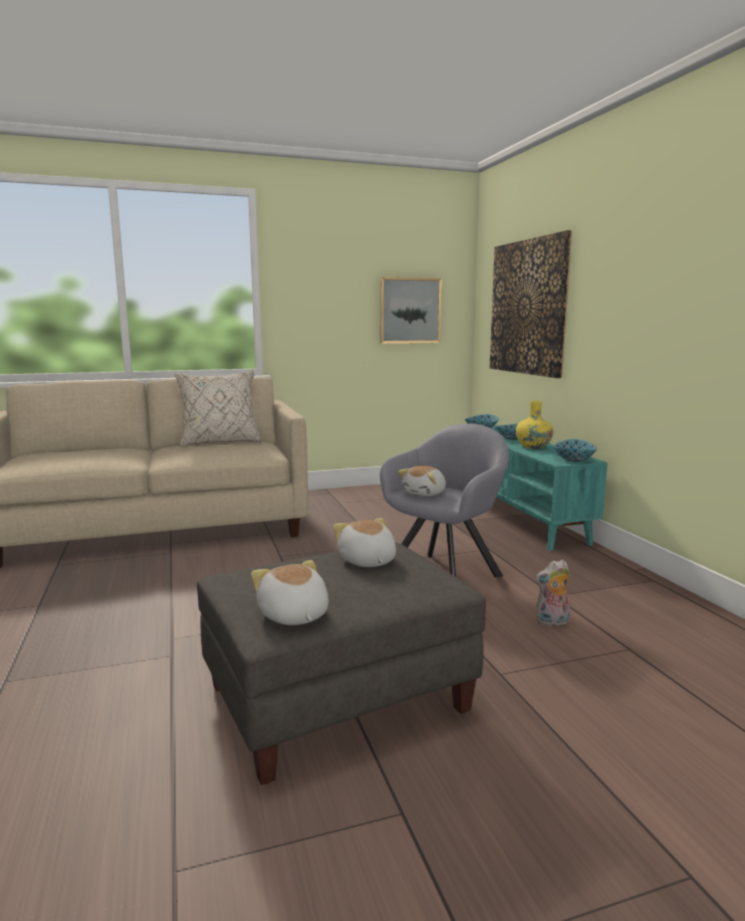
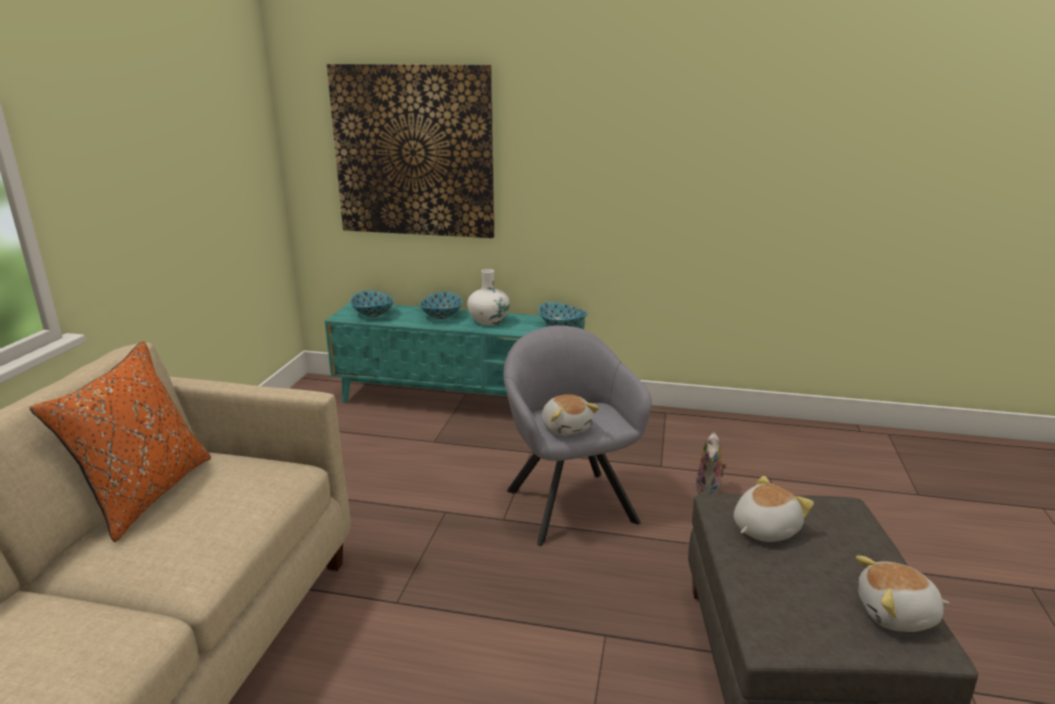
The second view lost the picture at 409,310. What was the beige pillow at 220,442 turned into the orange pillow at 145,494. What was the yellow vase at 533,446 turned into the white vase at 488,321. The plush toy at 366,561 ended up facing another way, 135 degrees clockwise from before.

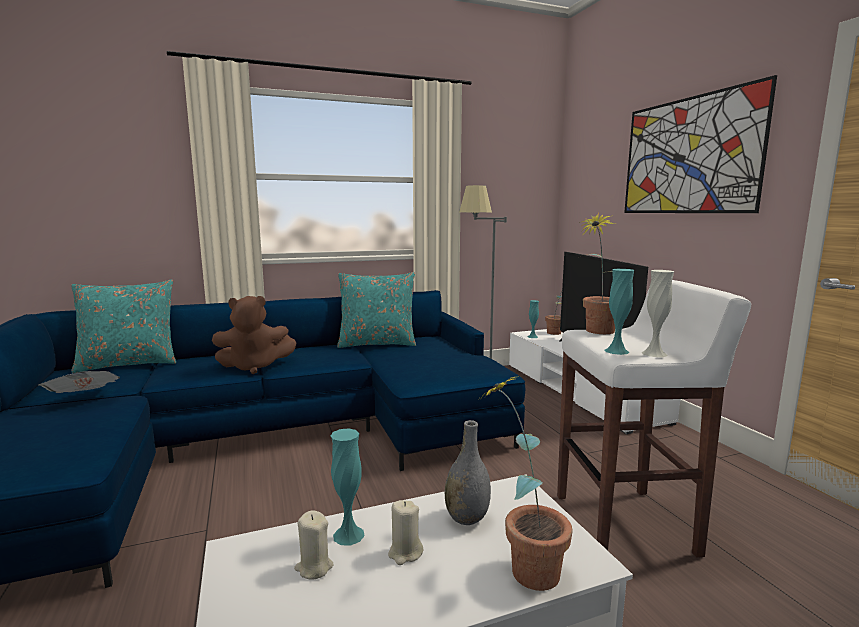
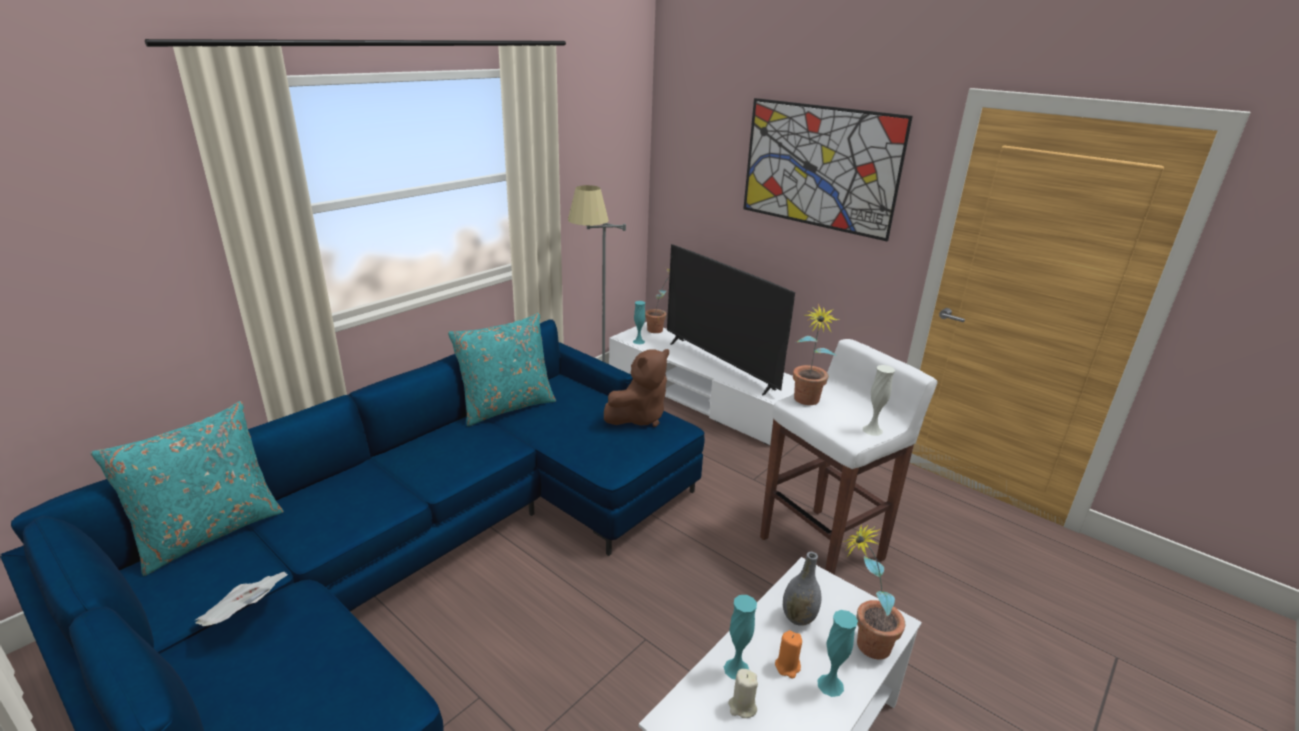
The brown plush toy ended up elsewhere, having gone from 254,367 to 639,417. The turquoise vase ended up elsewhere, having gone from 616,351 to 830,685. What was the beige candle at 405,553 turned into the orange candle at 787,666.

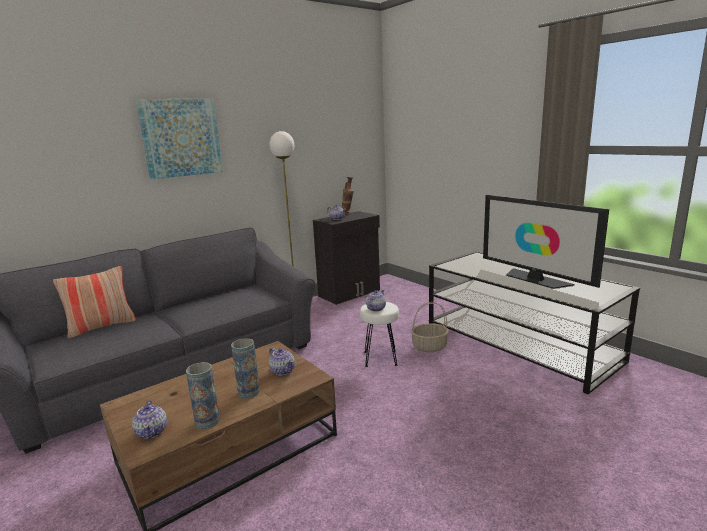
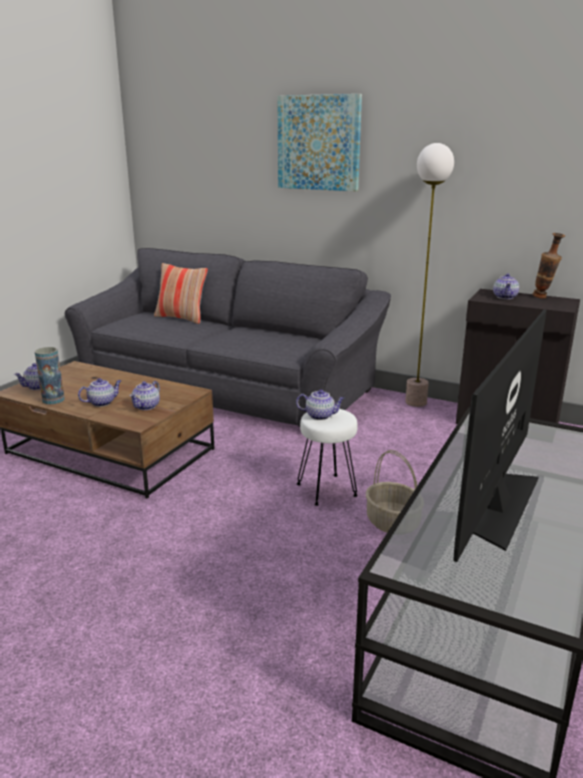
Where the vase stood at 248,392, the teapot came to stand at 102,402.

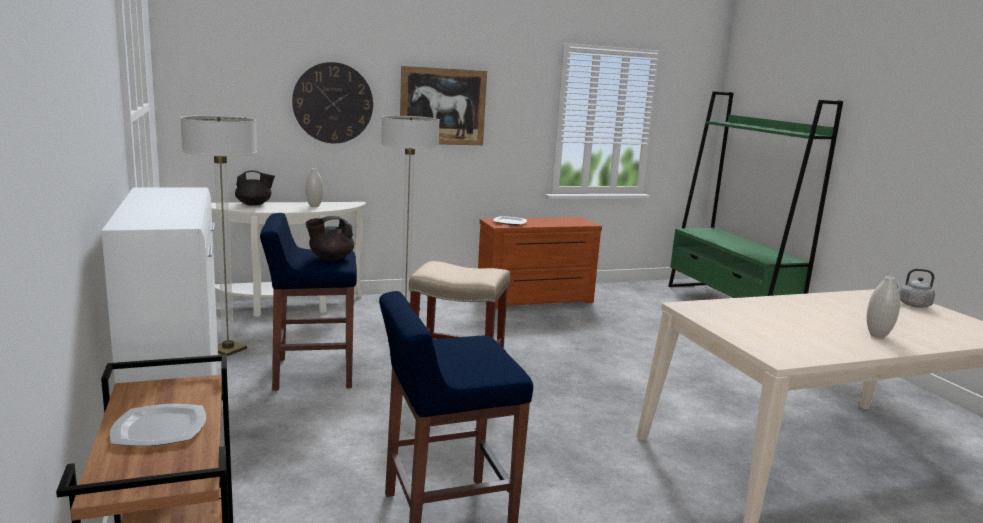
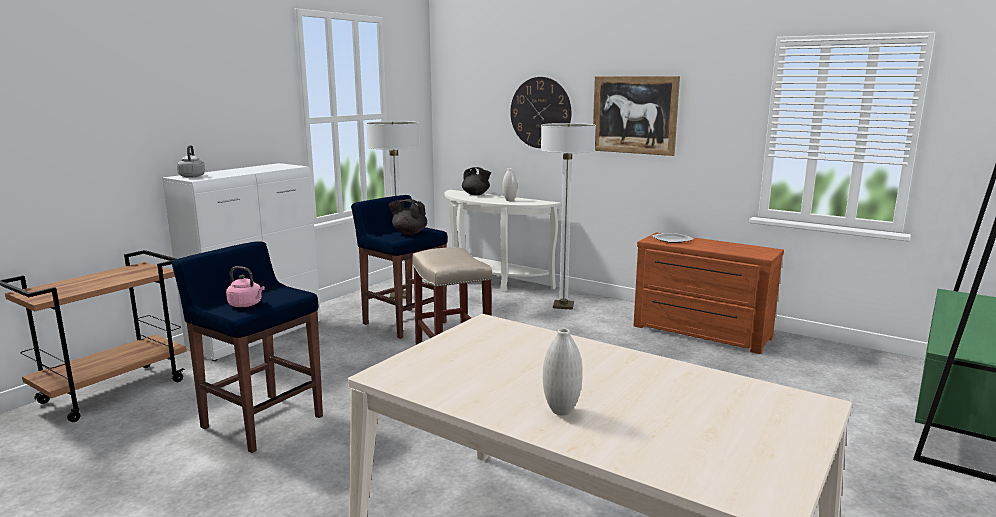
The second view lost the plate at 159,428. The second view gained the pink kettle at 247,305. The grey kettle ended up elsewhere, having gone from 912,305 to 192,176.

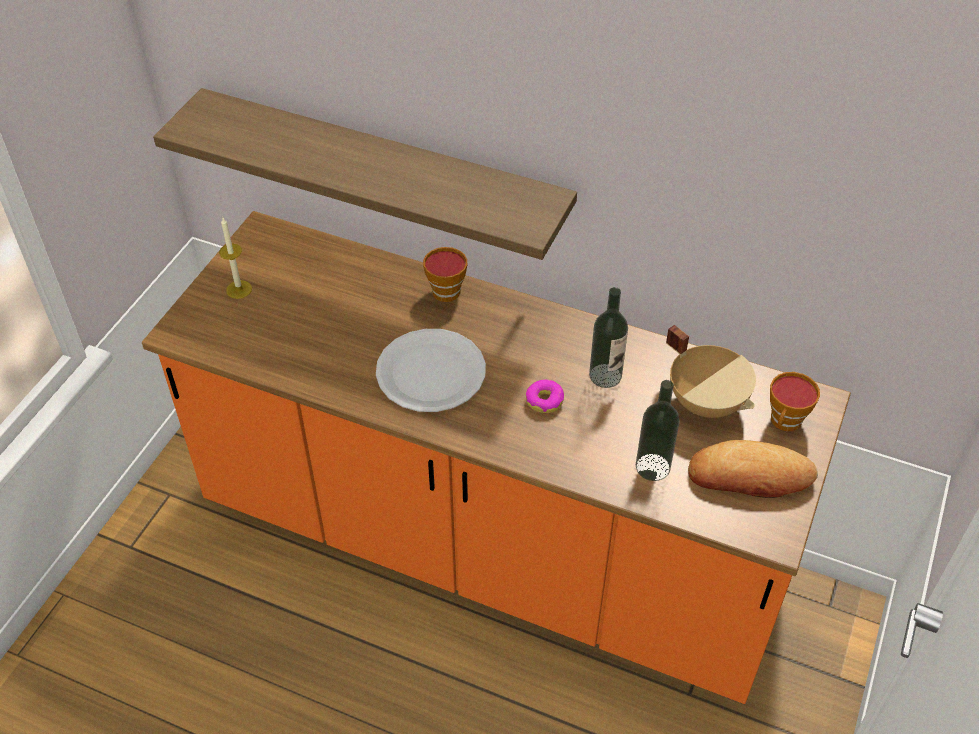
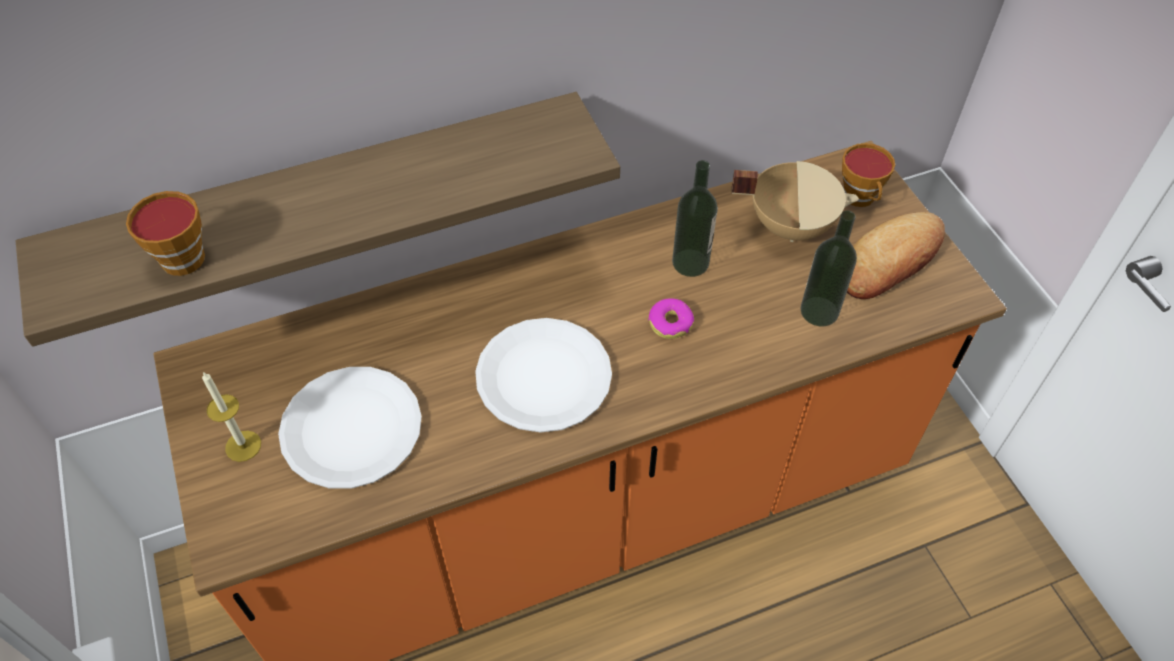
The second view gained the white plate at 351,428. The cup ended up elsewhere, having gone from 446,289 to 179,256.

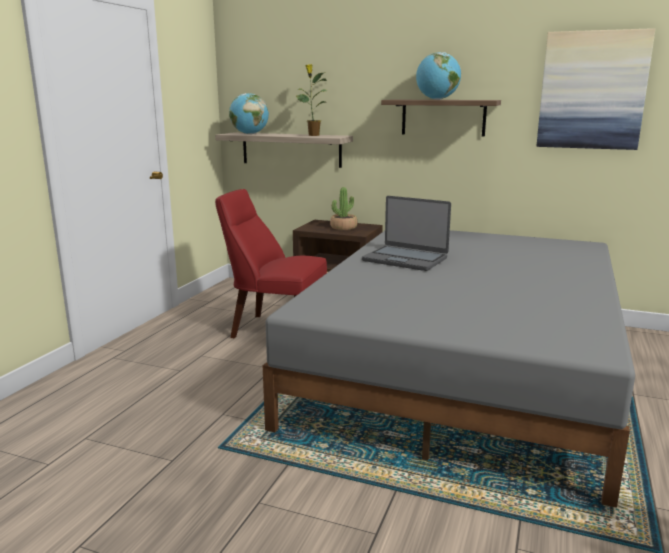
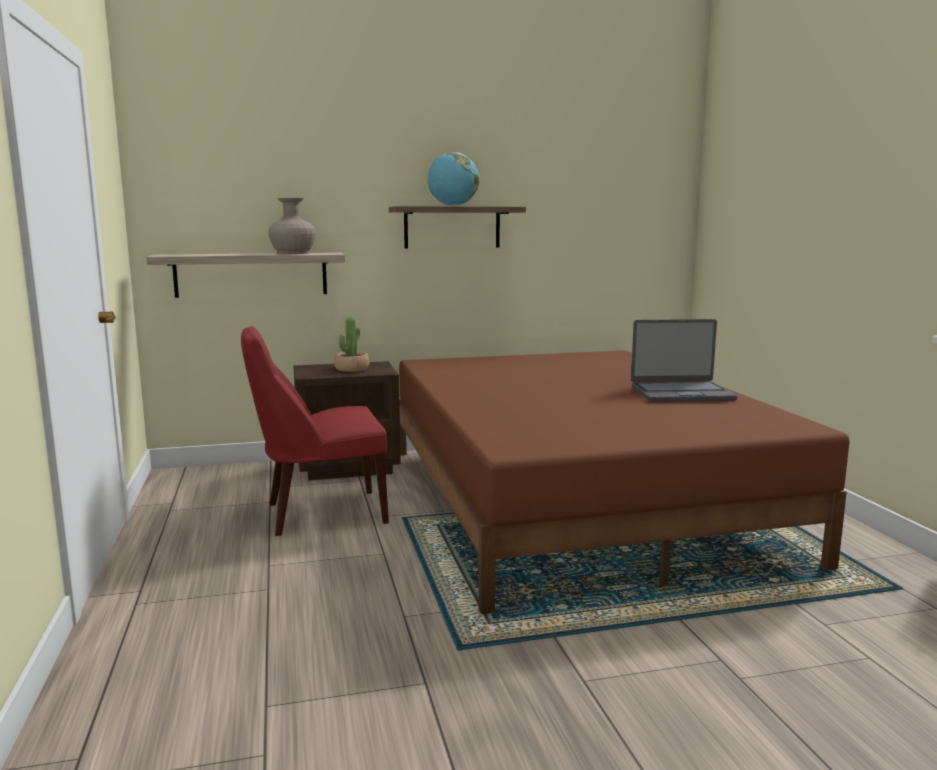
The second view lost the globe at 249,134. The second view lost the picture at 592,90. The laptop ended up elsewhere, having gone from 405,259 to 681,393. Where the potted plant stood at 313,135, the beige vase came to stand at 293,253. What was the grey bed at 463,368 turned into the brown bed at 574,500.

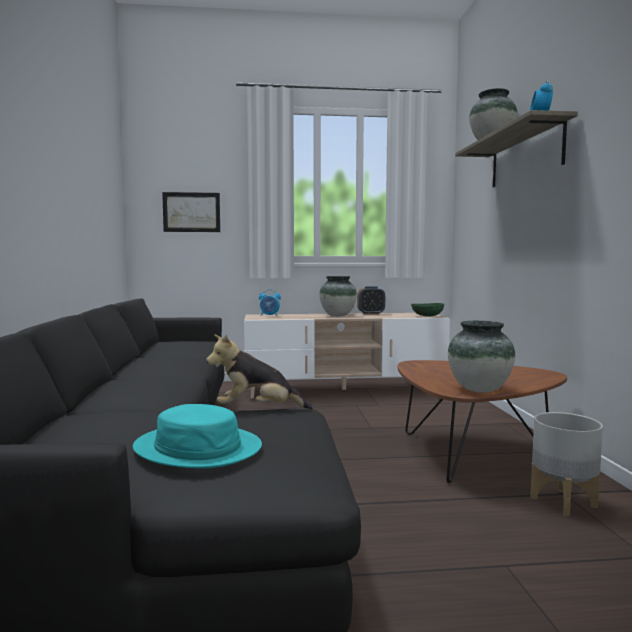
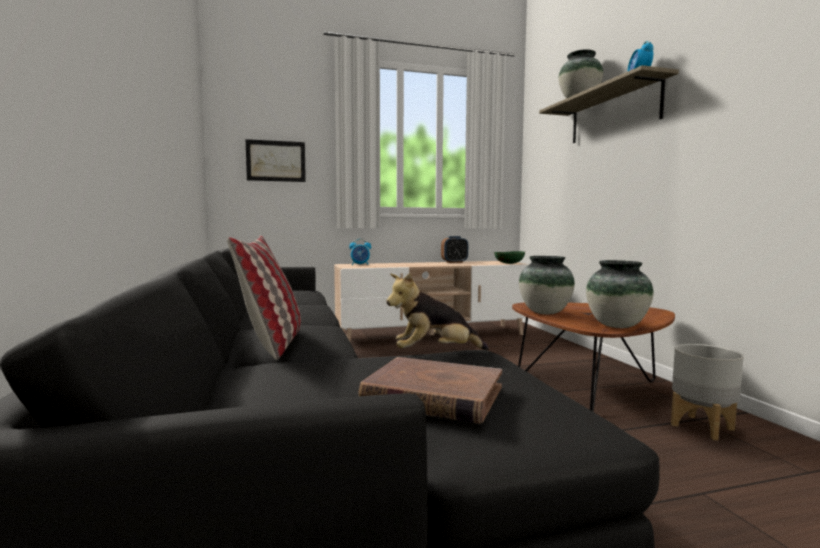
The second view gained the pillow at 273,344. The vase ended up elsewhere, having gone from 338,315 to 545,312. Where the turquoise hat stood at 198,448, the brown book came to stand at 433,395.

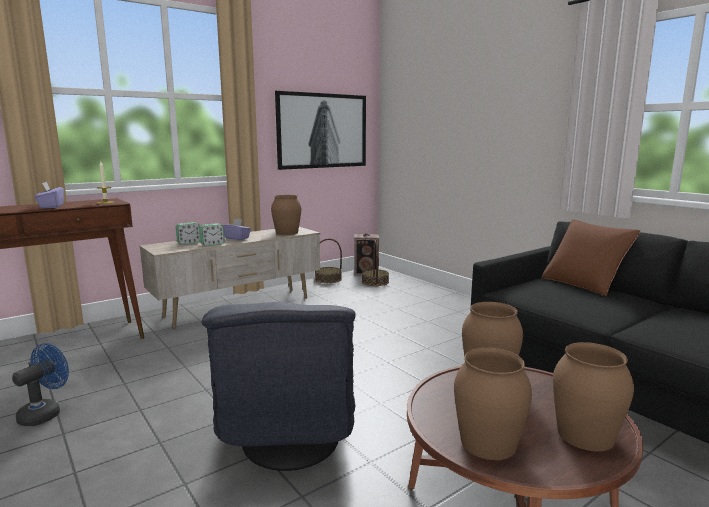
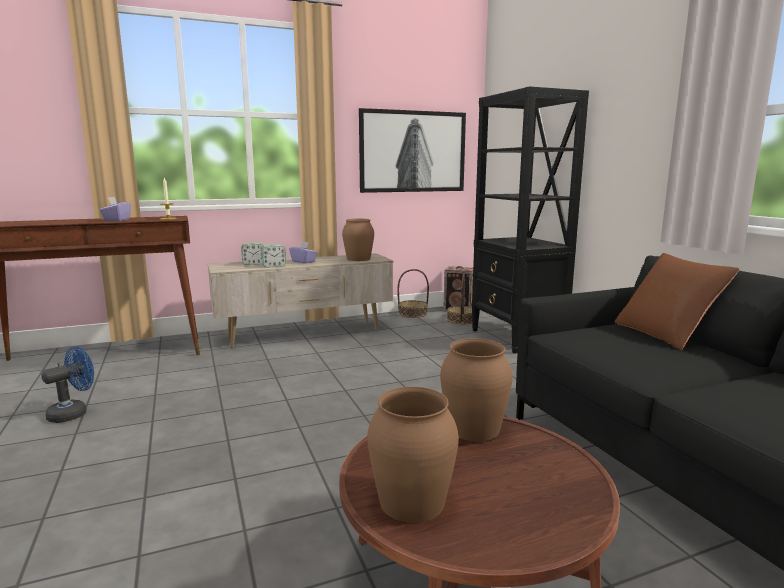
The second view lost the grey armchair at 288,441. The second view lost the brown vase at 585,435. The second view gained the black bookcase at 517,338.

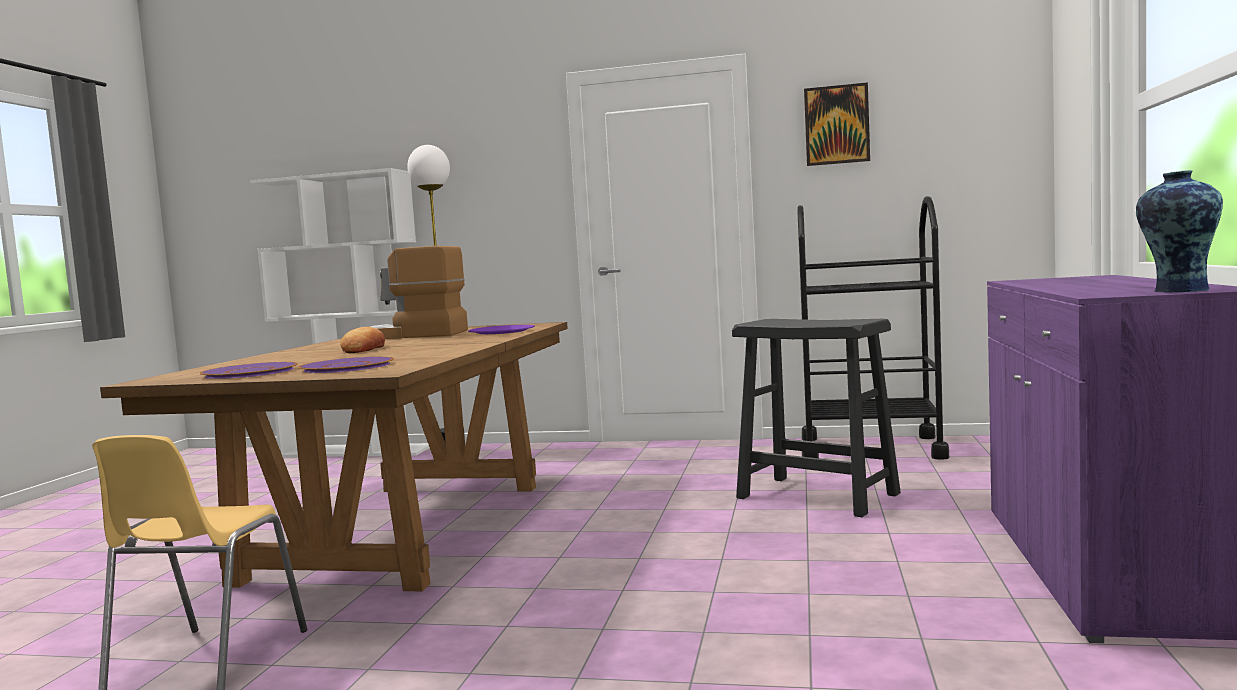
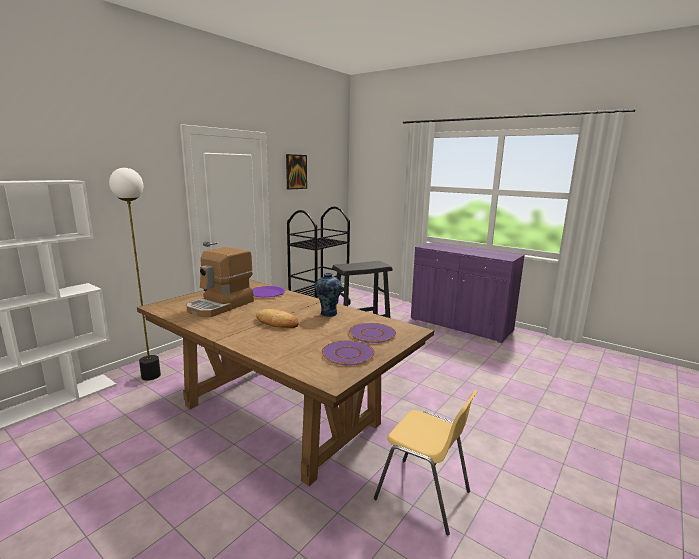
The vase ended up elsewhere, having gone from 1178,290 to 328,314.

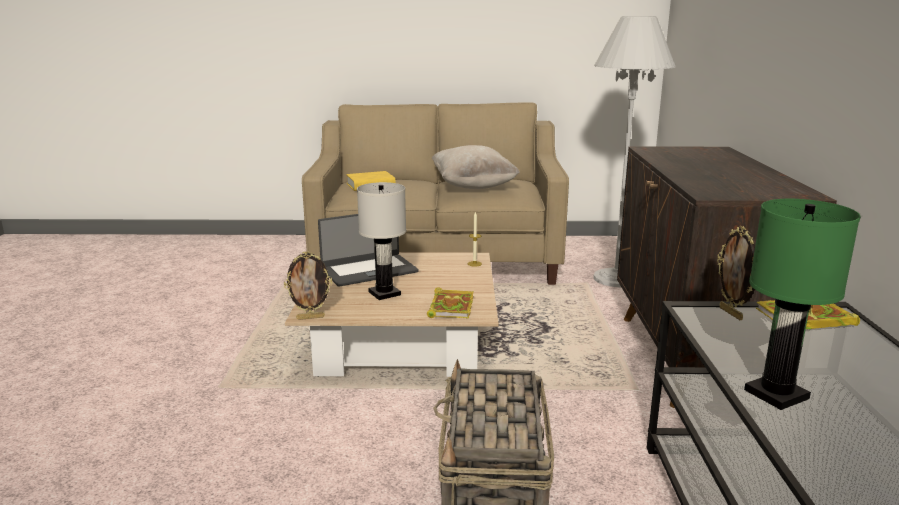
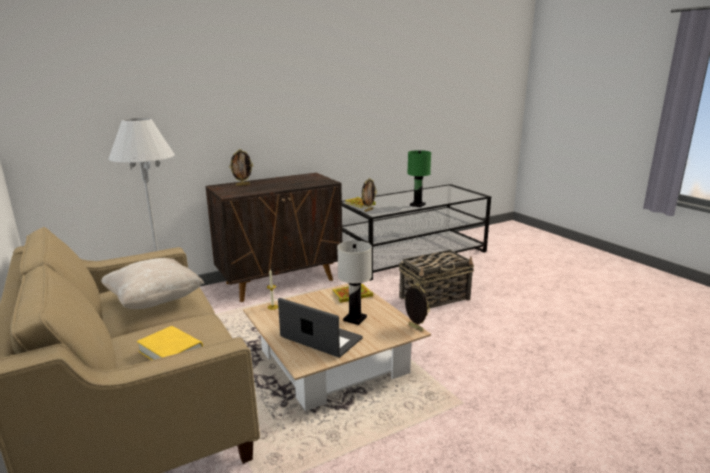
The second view gained the picture frame at 242,185.

